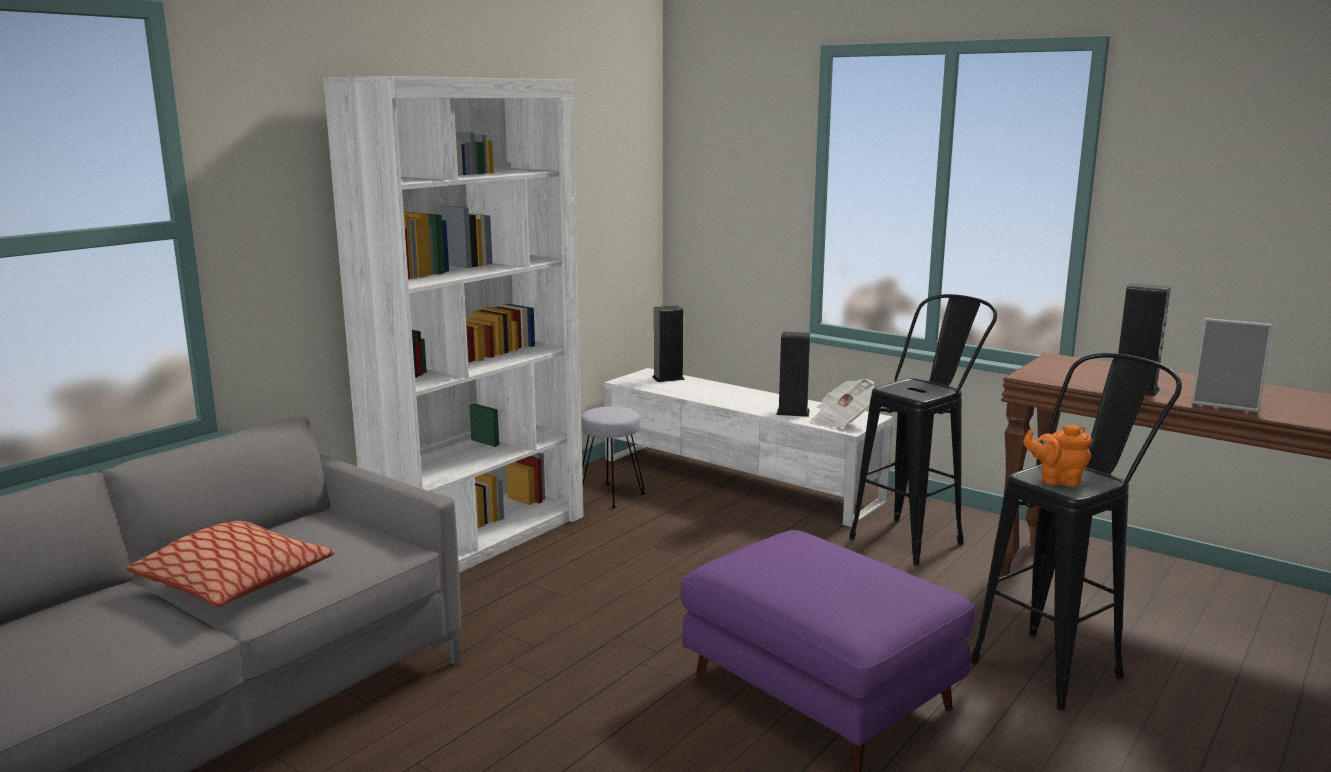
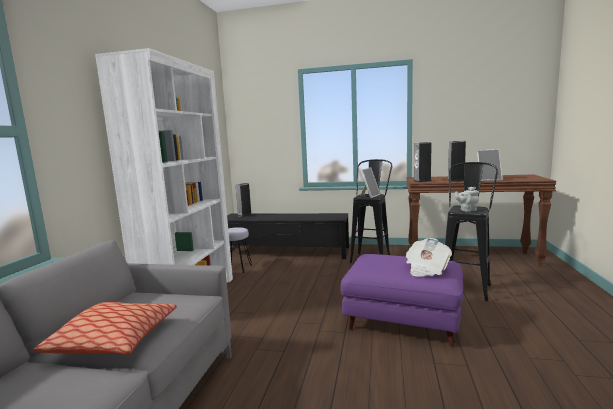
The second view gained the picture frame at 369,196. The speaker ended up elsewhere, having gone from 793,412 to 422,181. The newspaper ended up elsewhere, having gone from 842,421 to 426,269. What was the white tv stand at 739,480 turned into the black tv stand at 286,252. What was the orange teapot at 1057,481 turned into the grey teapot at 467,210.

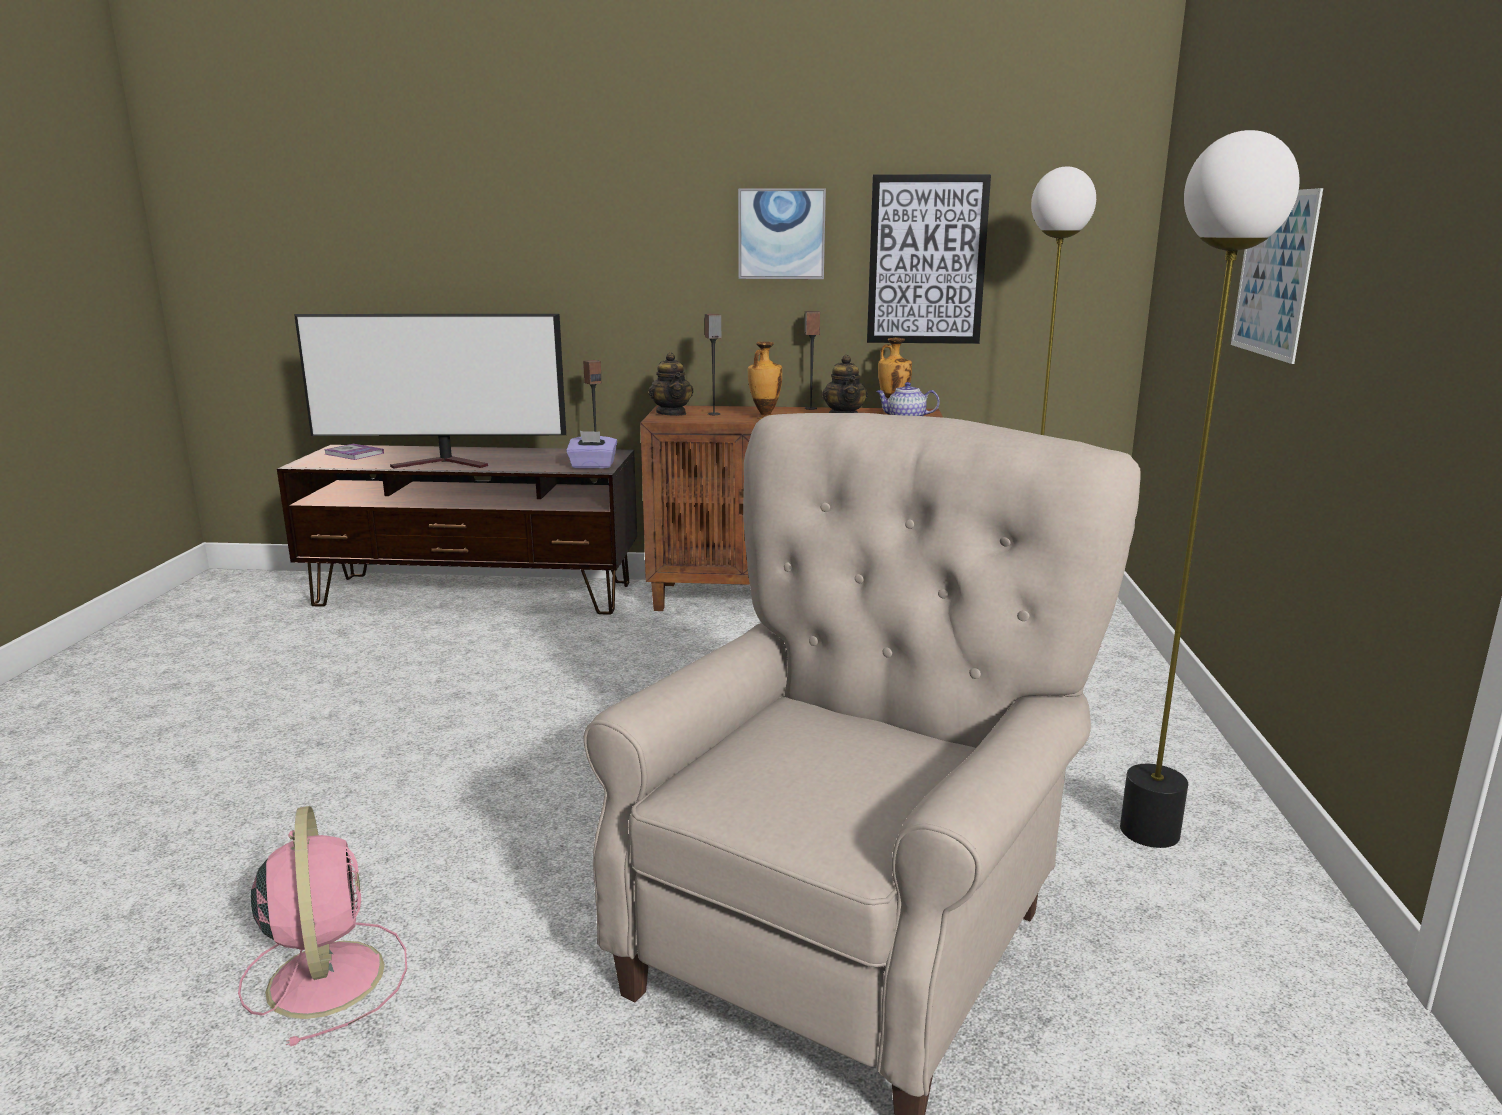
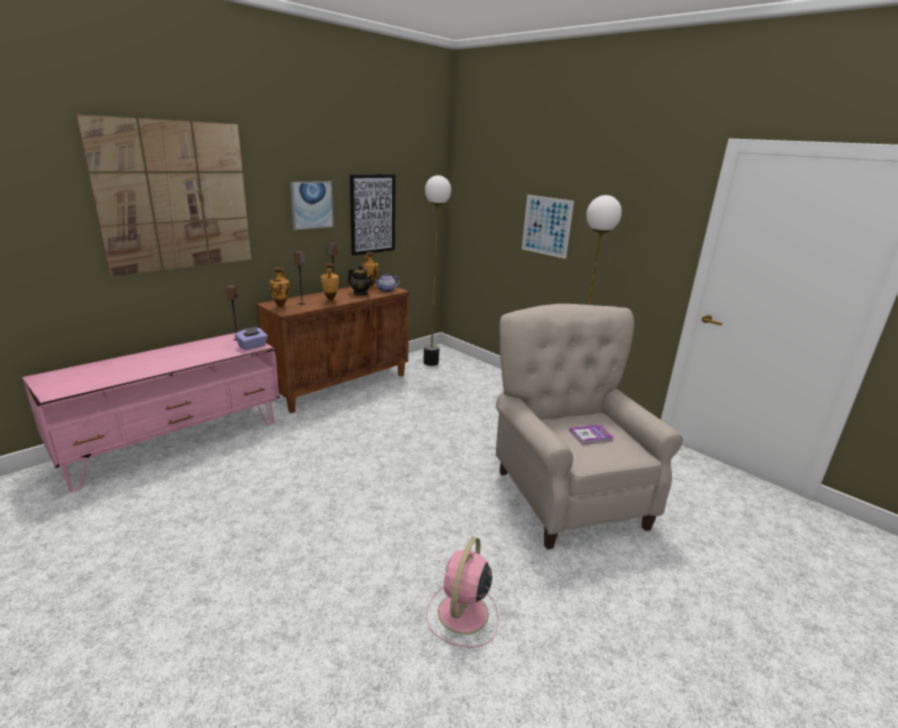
The second view lost the television at 446,463. The second view gained the picture at 175,197. The book ended up elsewhere, having gone from 354,453 to 591,435. Where the teapot stood at 671,413, the vase came to stand at 281,307. What was the brown tv stand at 475,594 turned into the pink tv stand at 175,441. The pink fan at 326,975 ended up facing another way, 90 degrees counterclockwise from before.

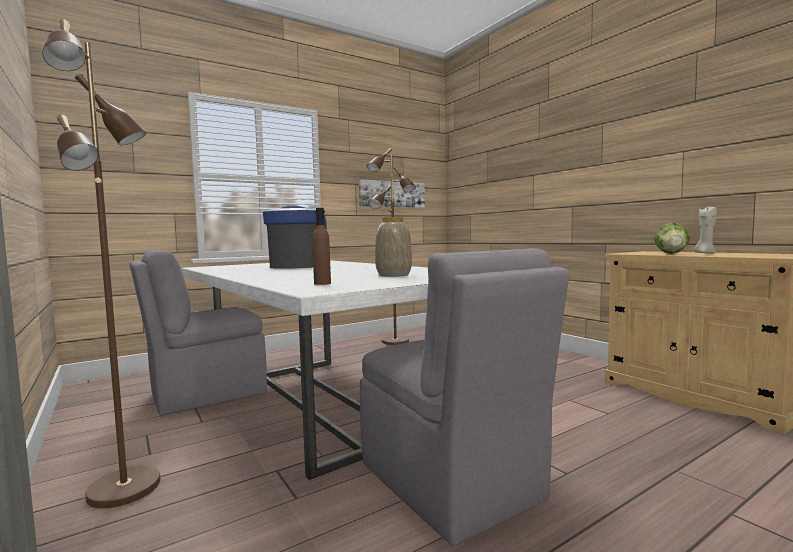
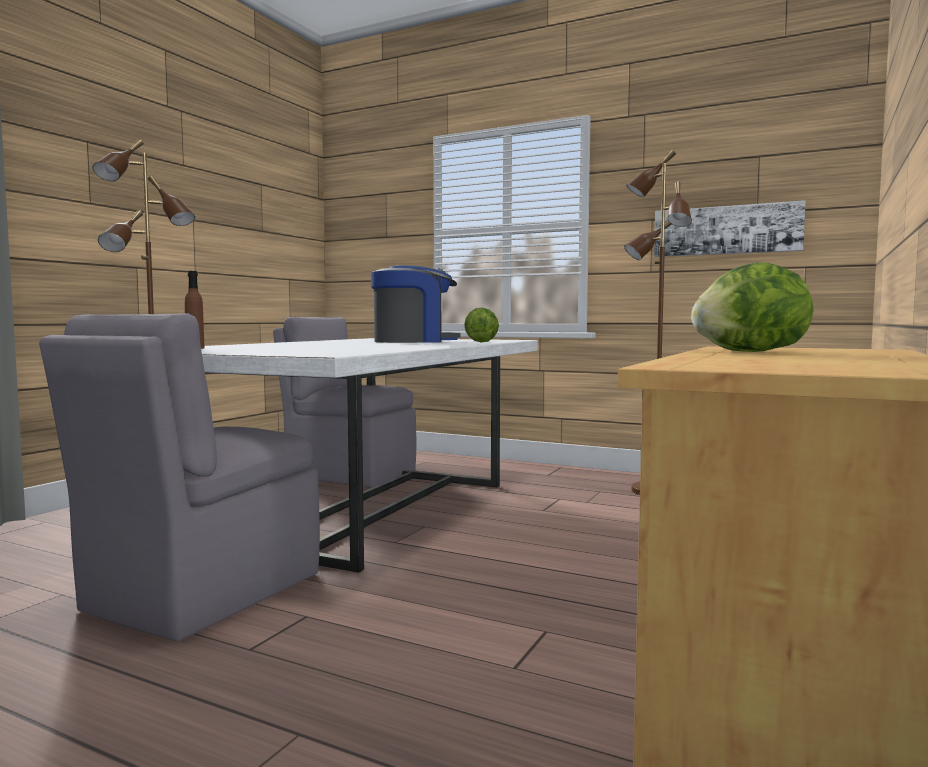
The second view lost the vase at 393,275. The second view lost the beige candle at 704,253. The second view gained the lettuce at 481,342.

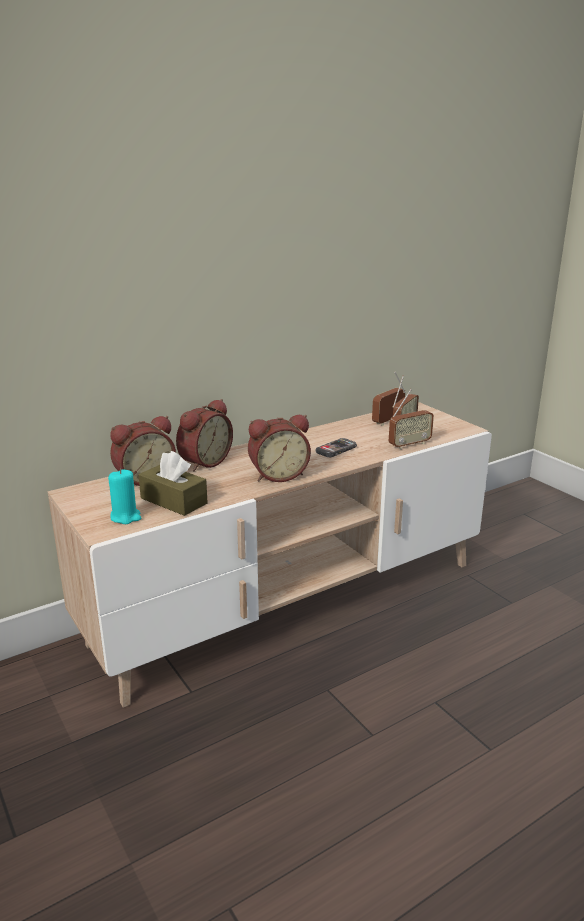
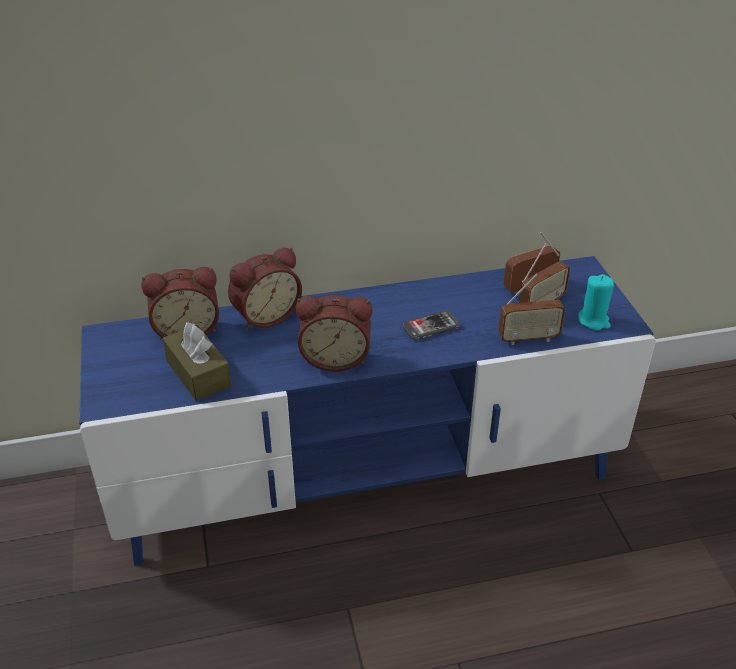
The turquoise candle ended up elsewhere, having gone from 126,517 to 593,320. What was the beige tv stand at 291,601 turned into the blue tv stand at 367,476.

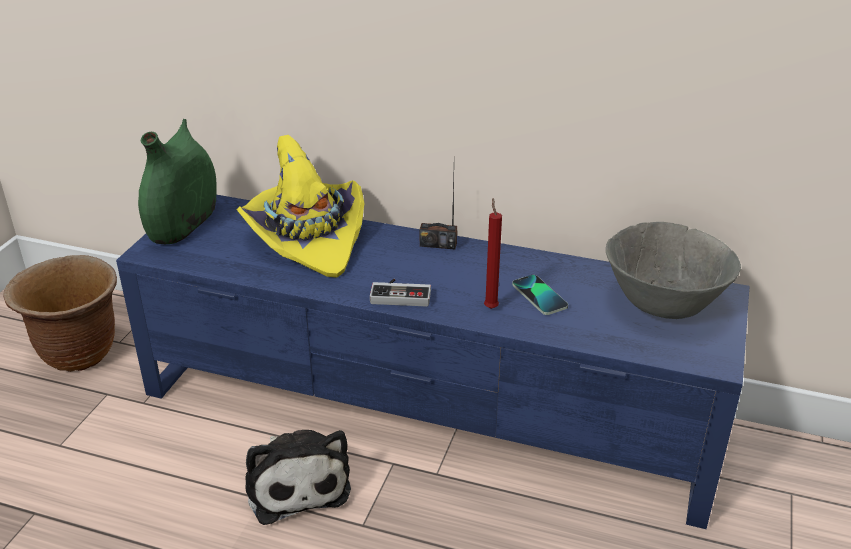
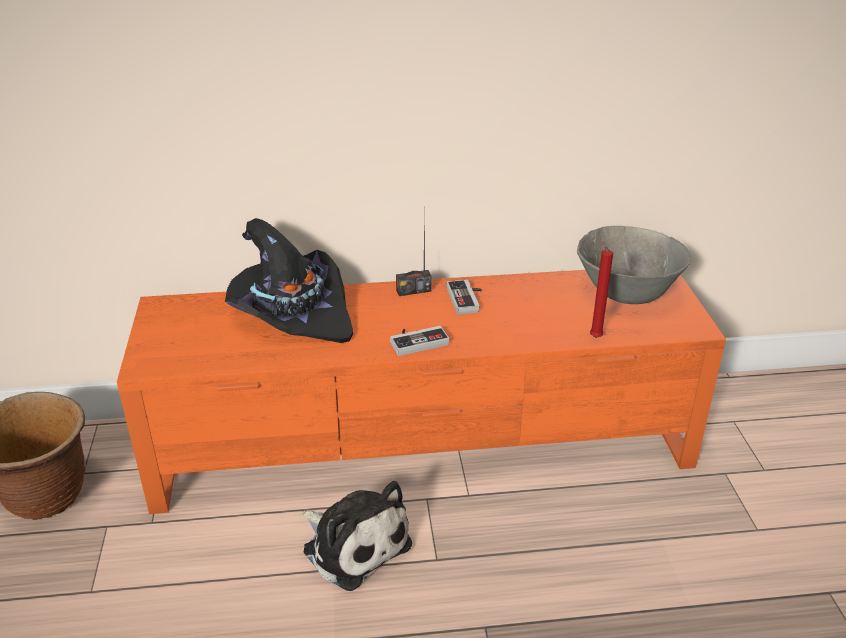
The second view lost the green vase at 184,224. The second view lost the phone at 539,296. The second view gained the game controller at 467,299. The red candle ended up elsewhere, having gone from 490,307 to 594,336. What was the blue tv stand at 428,410 turned into the orange tv stand at 425,444. What was the yellow hat at 308,237 turned into the black hat at 292,313.

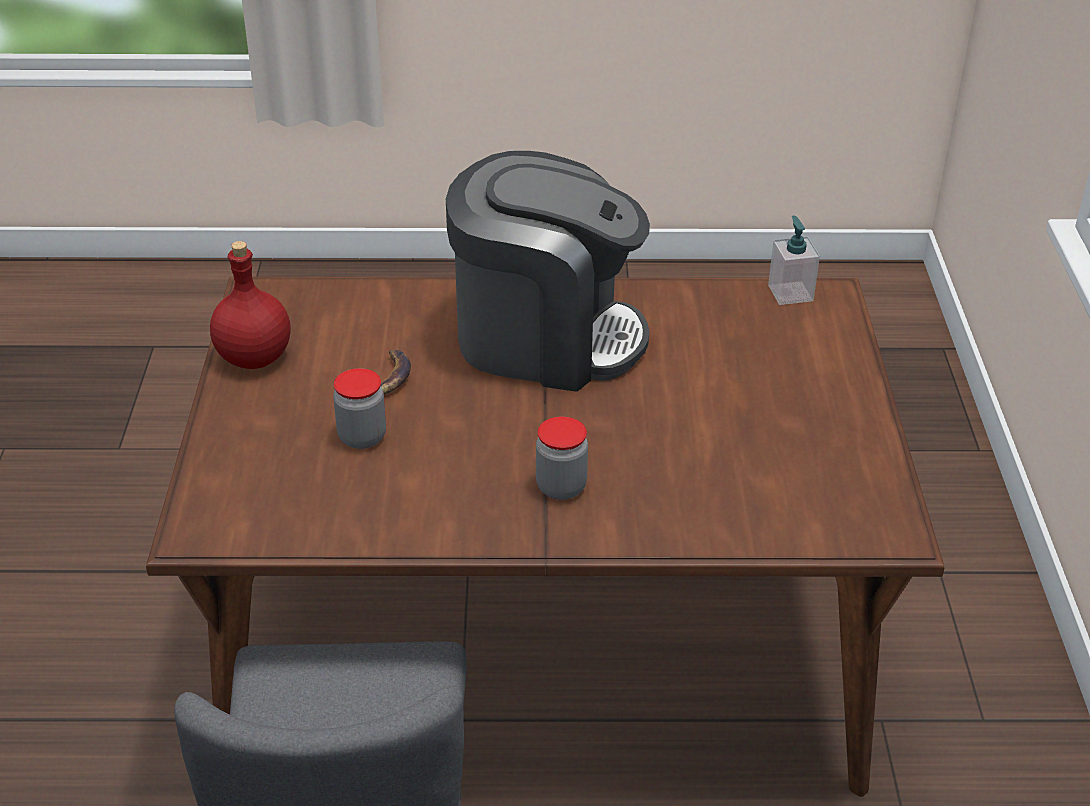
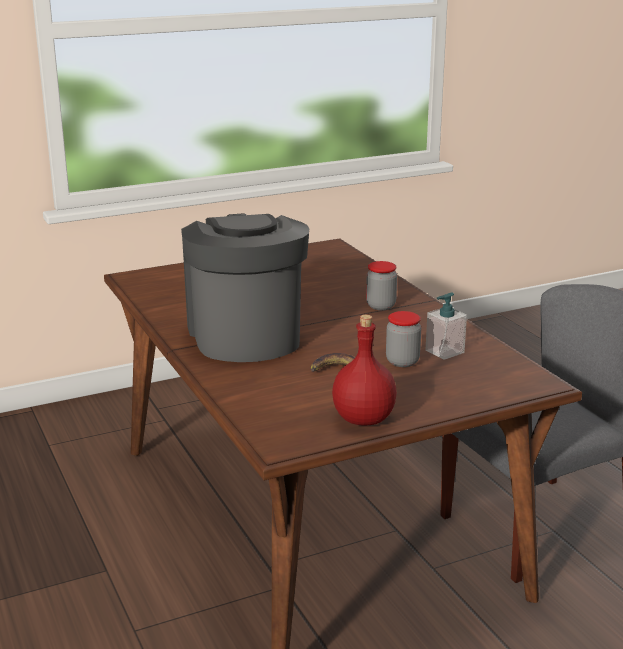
The soap dispenser ended up elsewhere, having gone from 790,293 to 444,351.

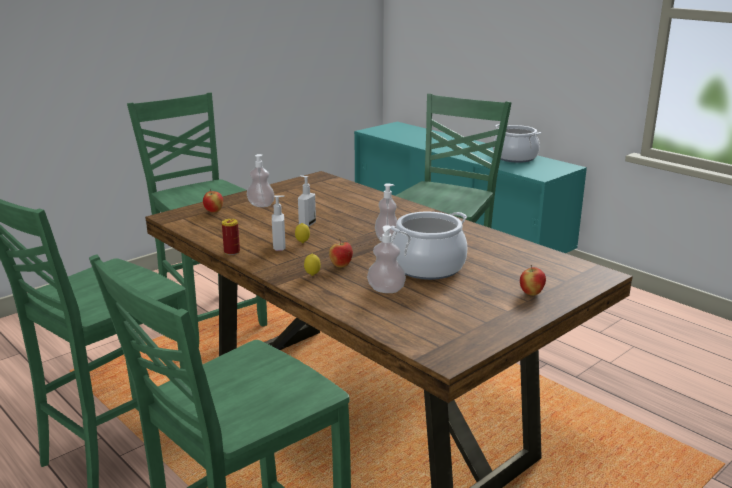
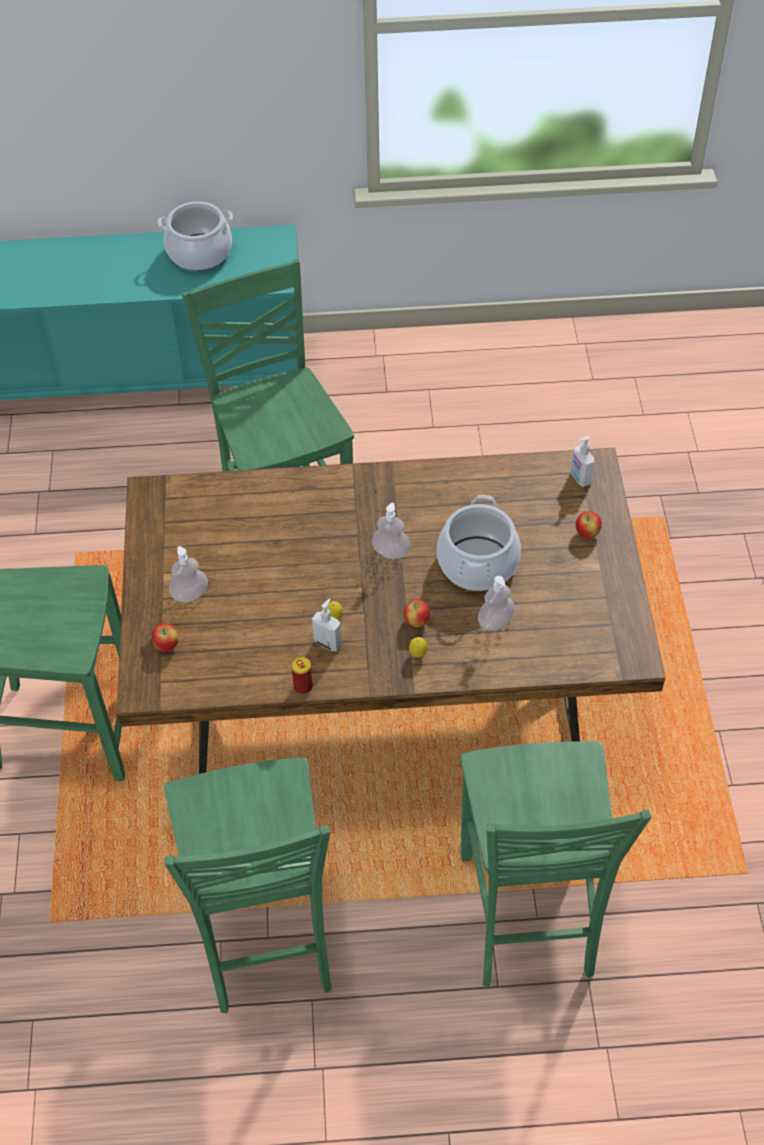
The soap dispenser ended up elsewhere, having gone from 306,224 to 580,478.

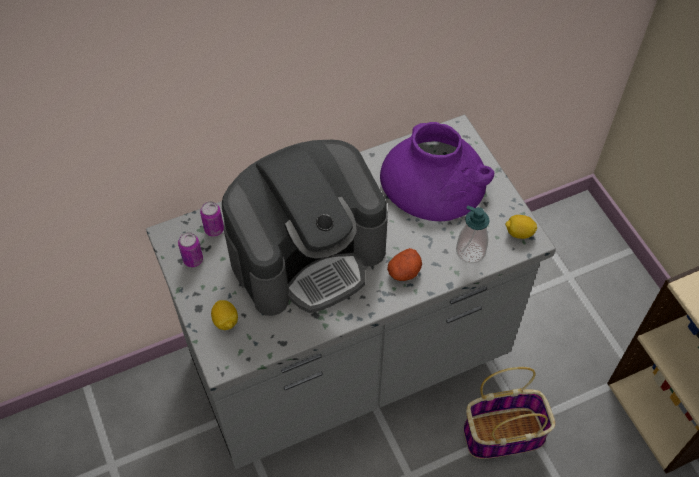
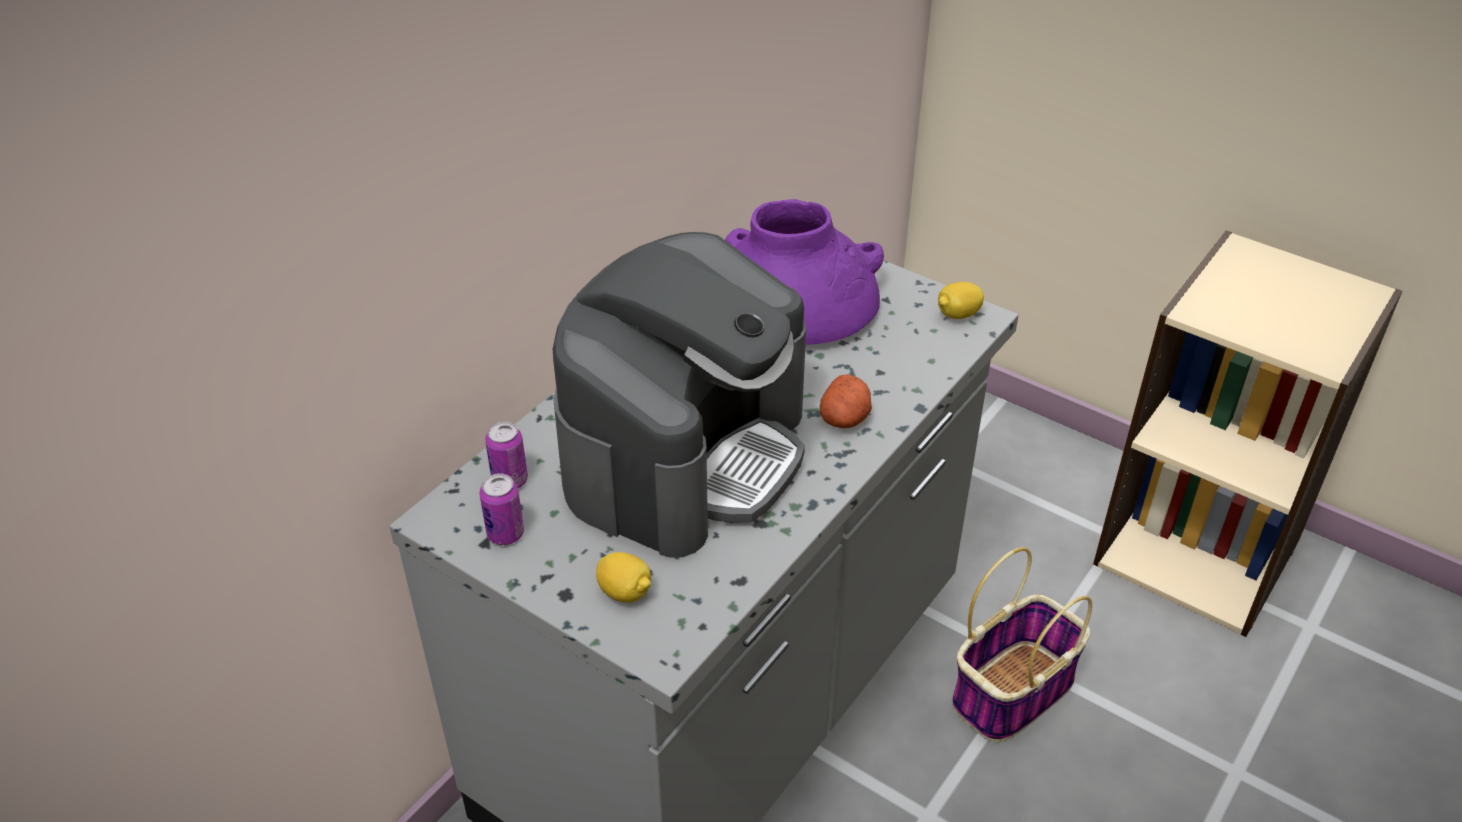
The second view lost the soap dispenser at 470,251.

